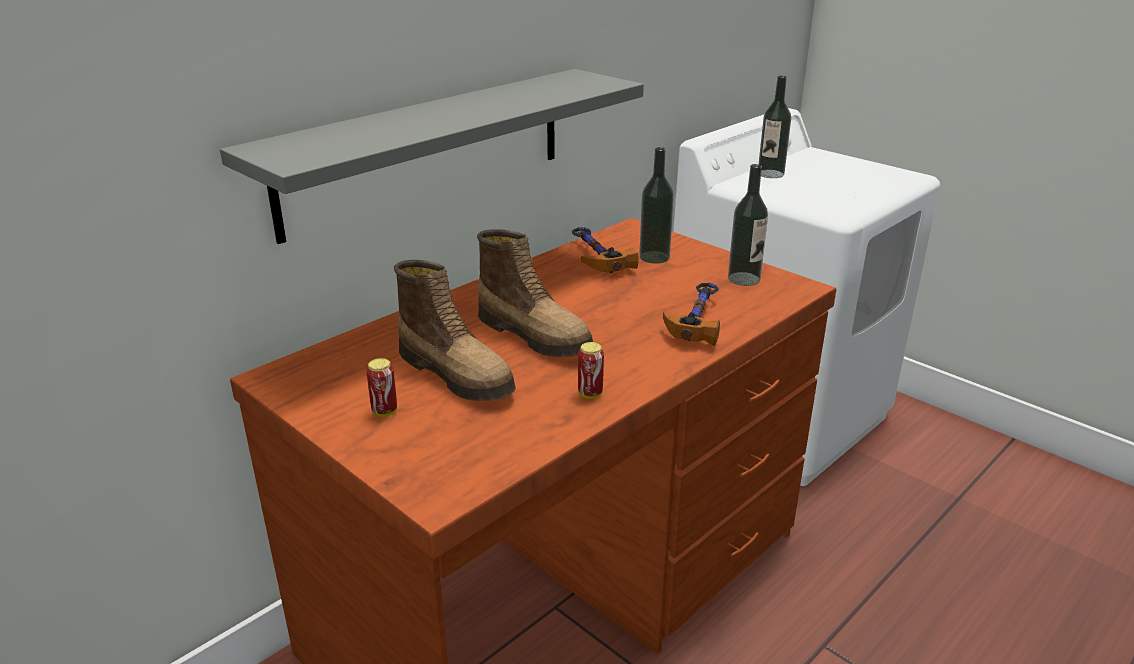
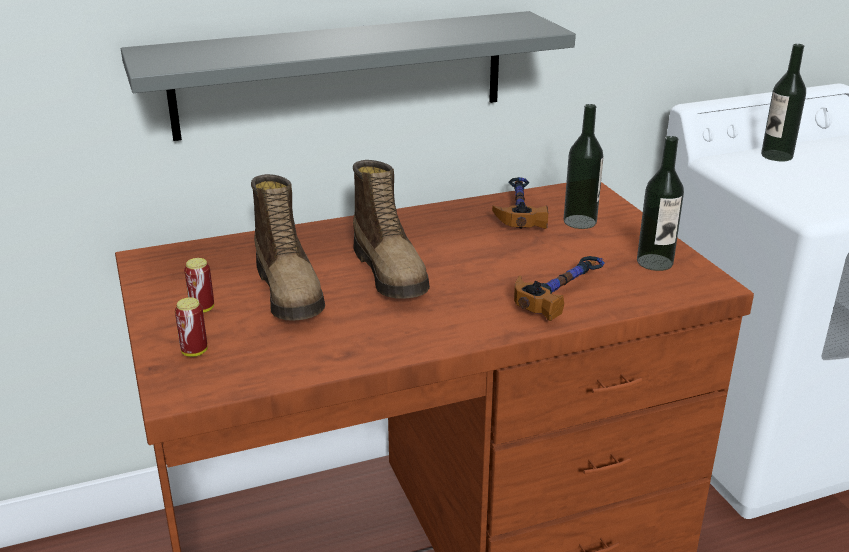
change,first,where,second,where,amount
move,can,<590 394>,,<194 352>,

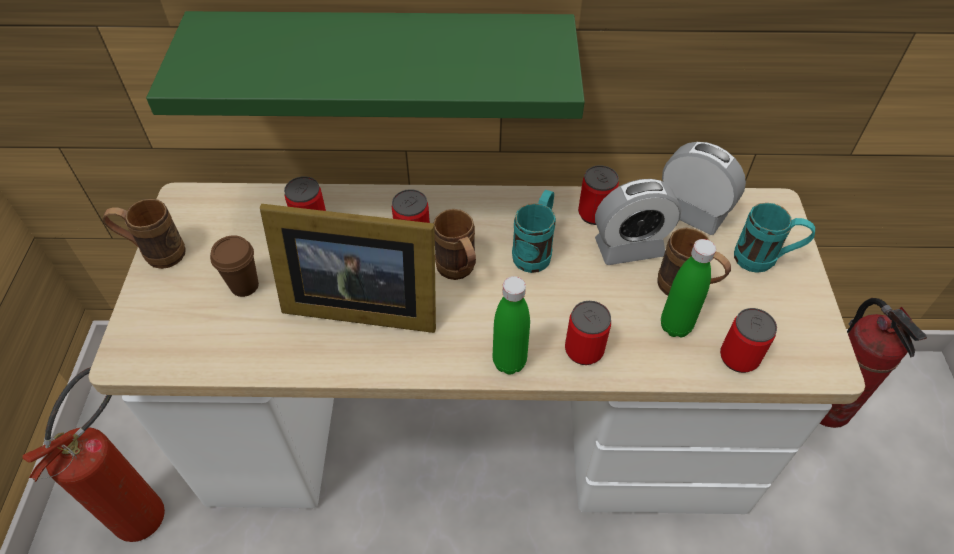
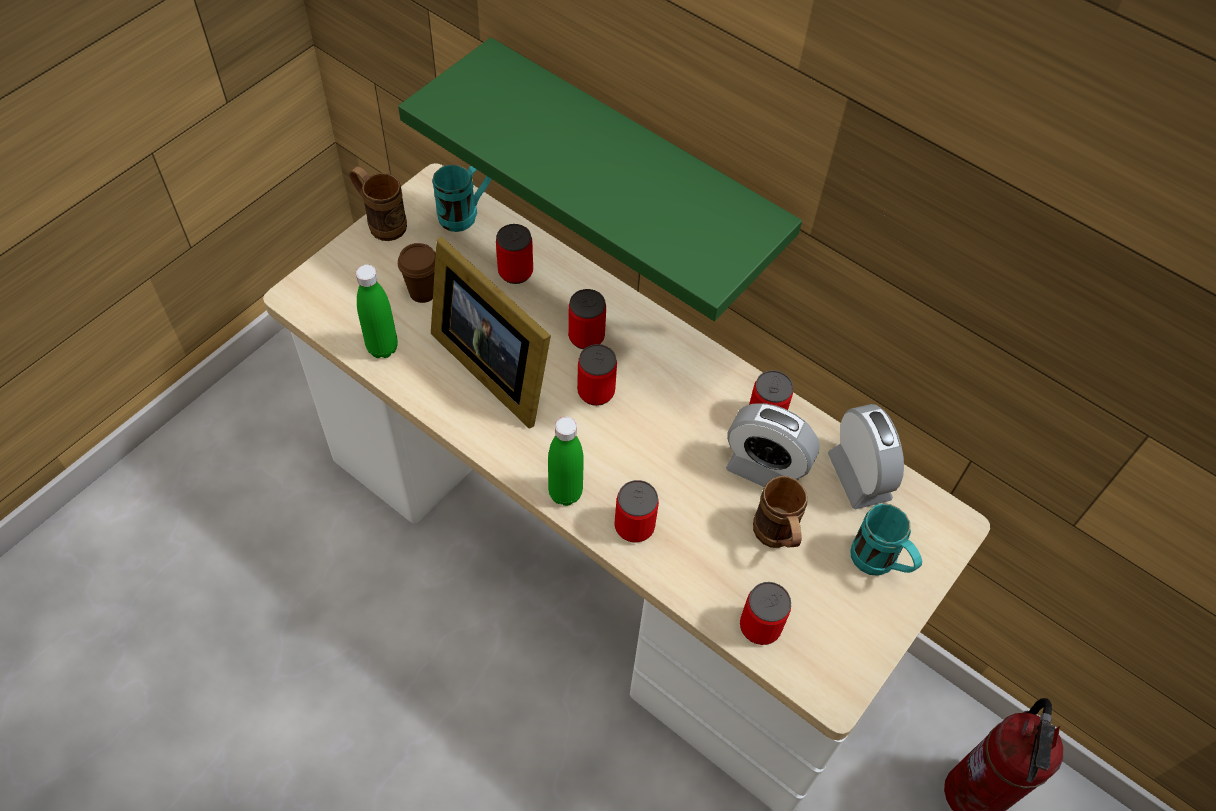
change,first,where,second,where,amount
move,green bottle,<675 326>,,<382 348>,
move,turquoise mug,<535 251>,,<466 215>,
replace,brown mug,<459 272>,can,<596 391>,
delete,fire extinguisher,<149 506>,,,

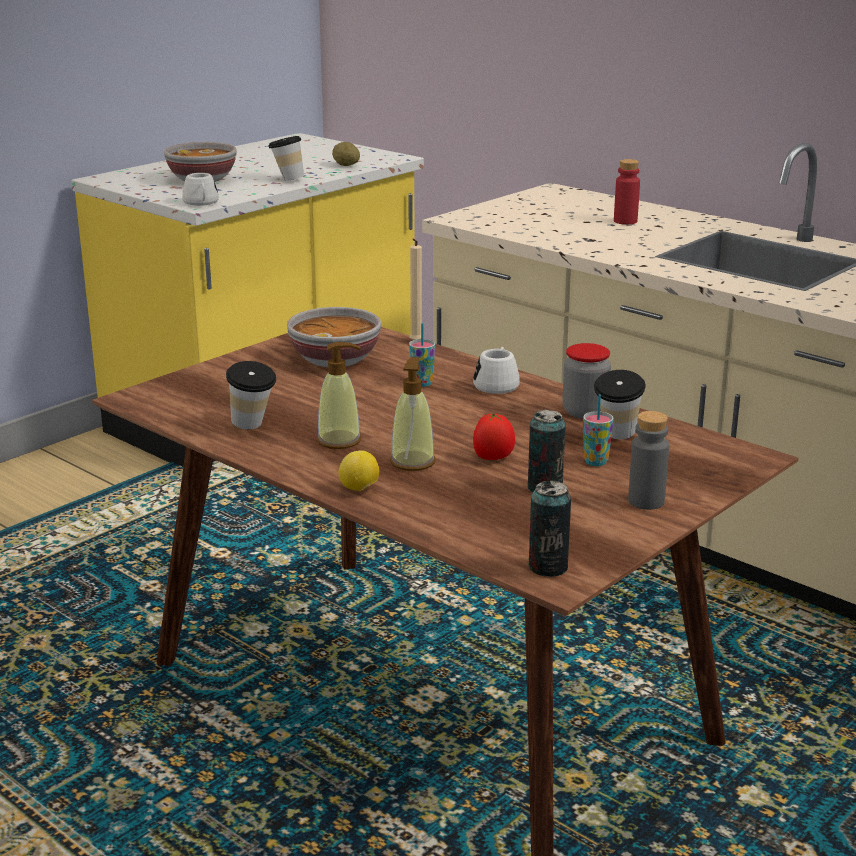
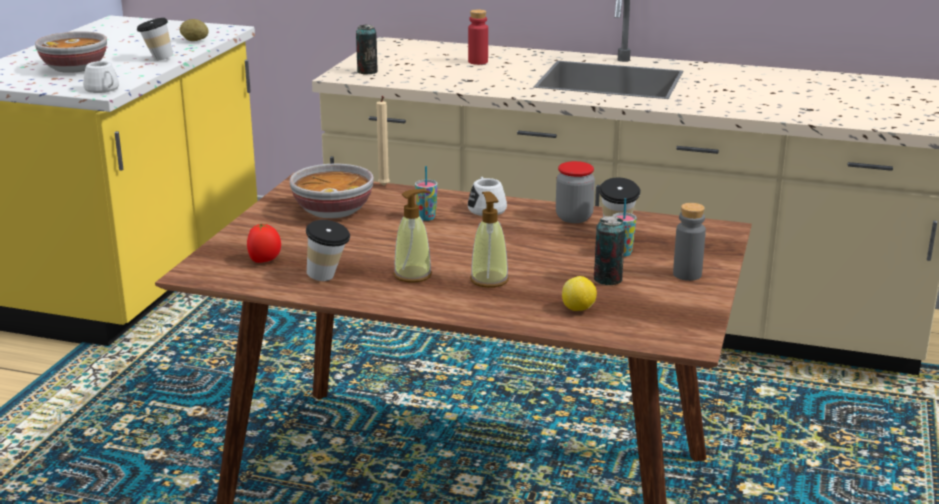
change,first,where,second,where,amount
move,tomato,<493 458>,,<265 261>,
move,can,<548 567>,,<367 72>,
move,lemon,<359 489>,,<578 309>,

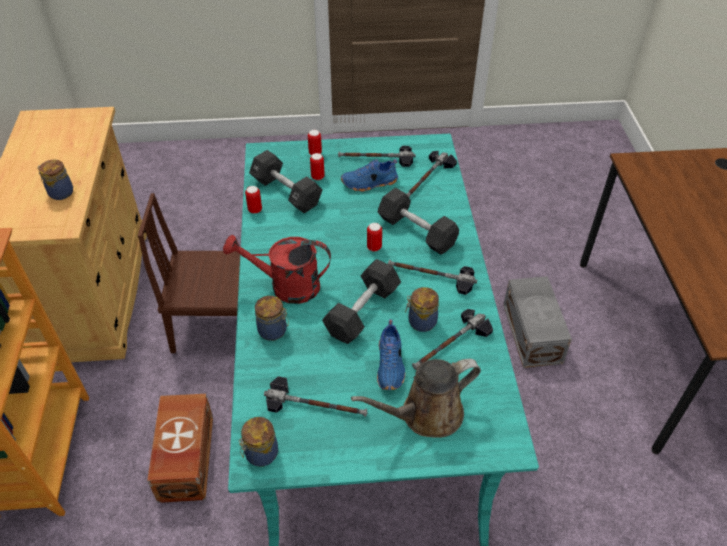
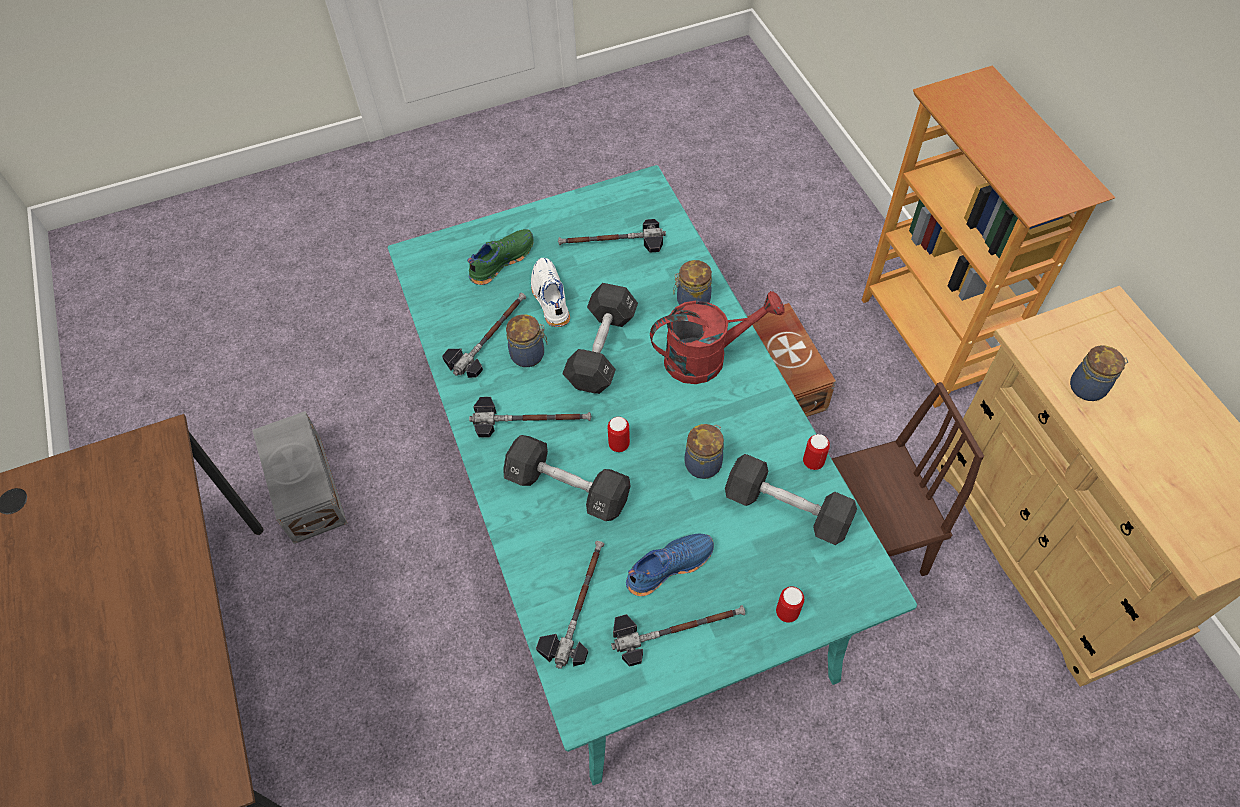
change,first,where,second,where,amount
move,grey storage box,<533 332>,,<306 491>,
replace,brown watering can,<426 414>,green shoe,<501 261>,
recolor,blue shoe,<391 365>,white shoe,<549 298>,
move,jar,<260 454>,,<704 463>,
delete,can,<317 177>,,,

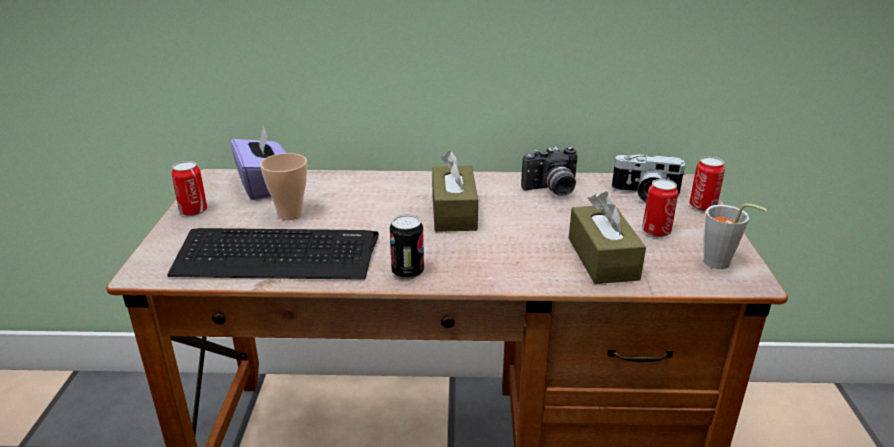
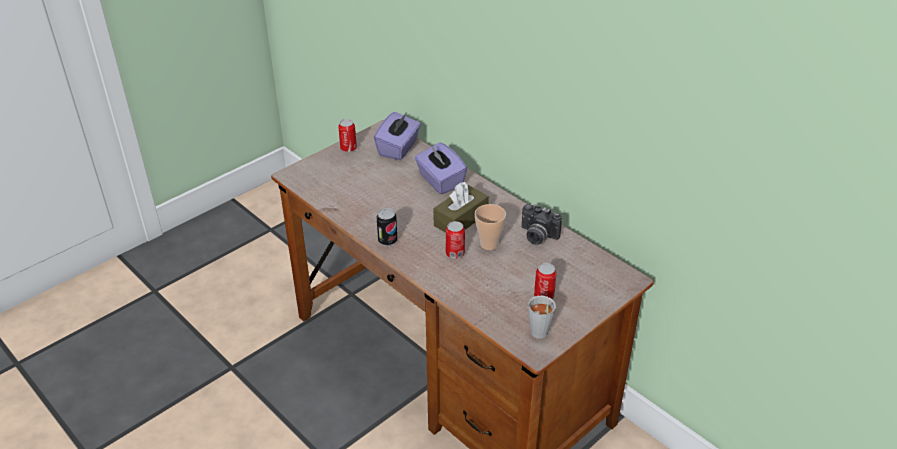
change,first,where,second,where,amount
insert,,,purple tissue box,<440 181>,
move,can,<702 206>,,<455 253>,
move,cup,<290 214>,,<489 244>,
delete,keyboard,<276 255>,,,
delete,brown tissue box,<602 258>,,,
delete,photo camera,<645 194>,,,

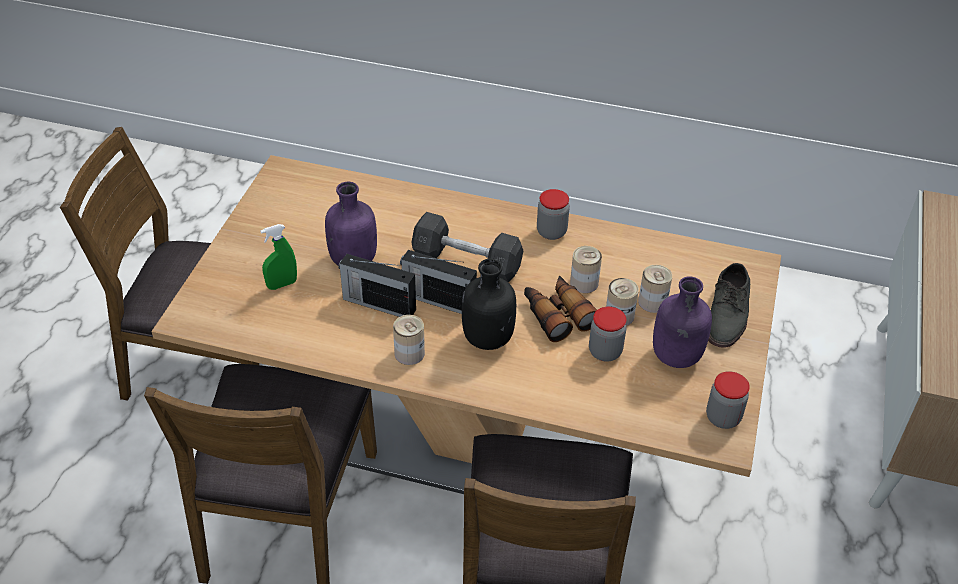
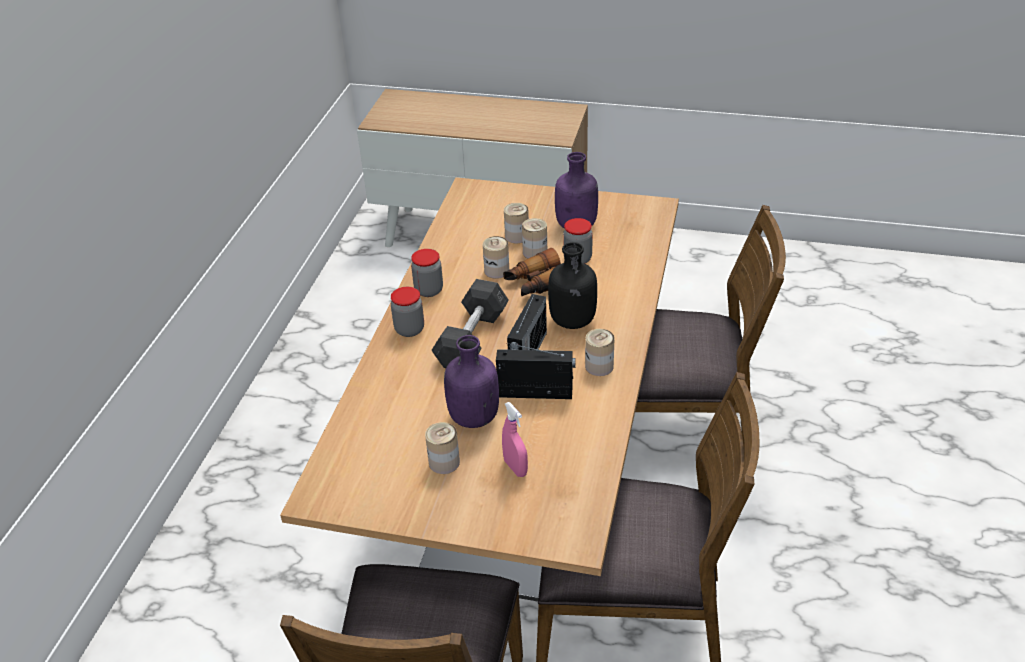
change,first,where,second,where,amount
move,jar,<723 418>,,<409 329>,
insert,,,can,<444 462>,
rotate,radio,<378 304>,,<536 393>,105 degrees counterclockwise
recolor,green spray bottle,<282 284>,pink spray bottle,<515 468>,
delete,grey shoe,<728 314>,,,

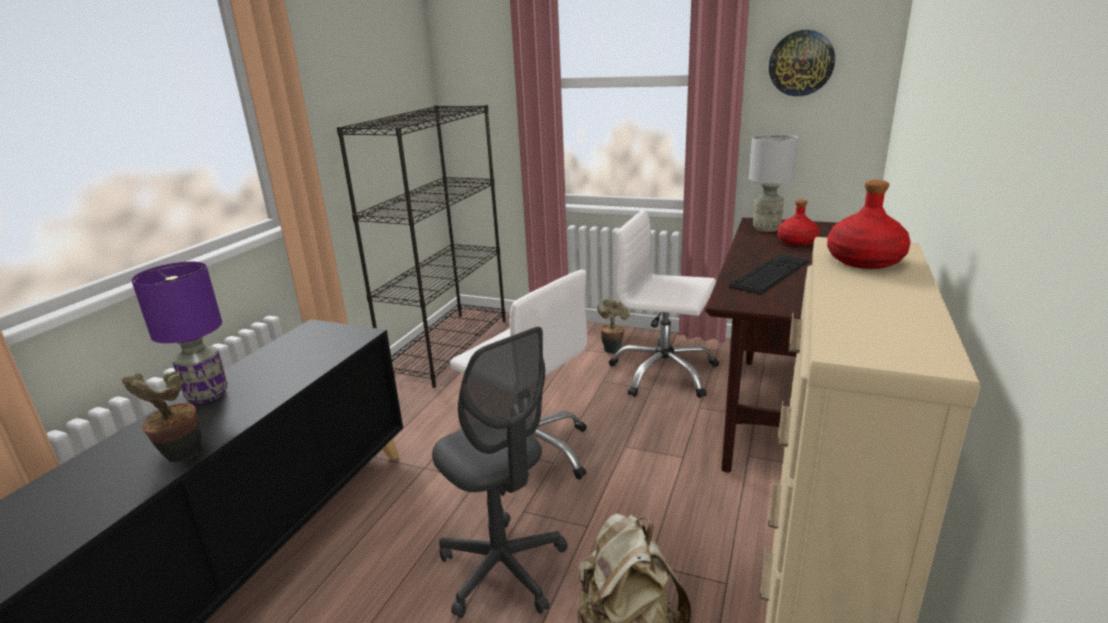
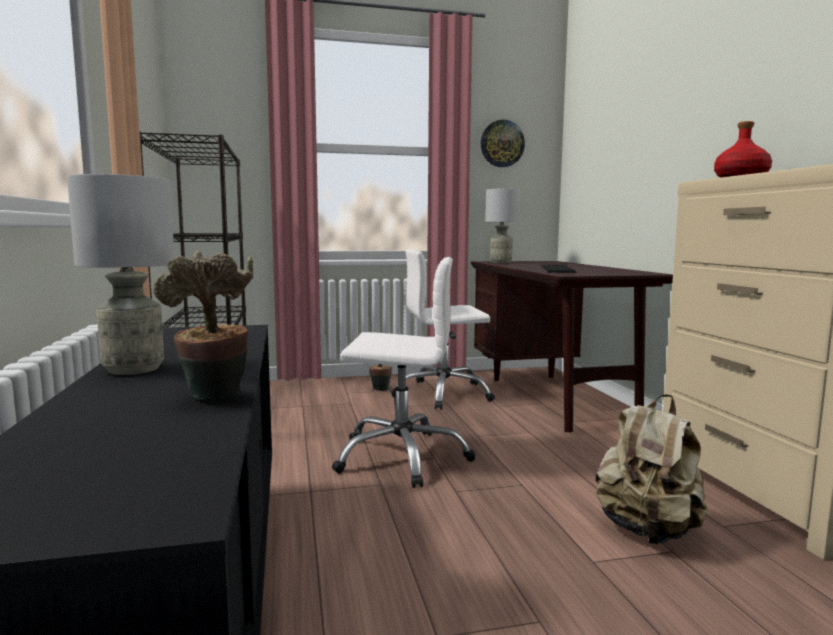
change,first,where,second,where,amount
recolor,purple table lamp,<207 395>,grey table lamp,<133 369>,
delete,grey office chair,<503 569>,,,
delete,red bottle,<797 242>,,,

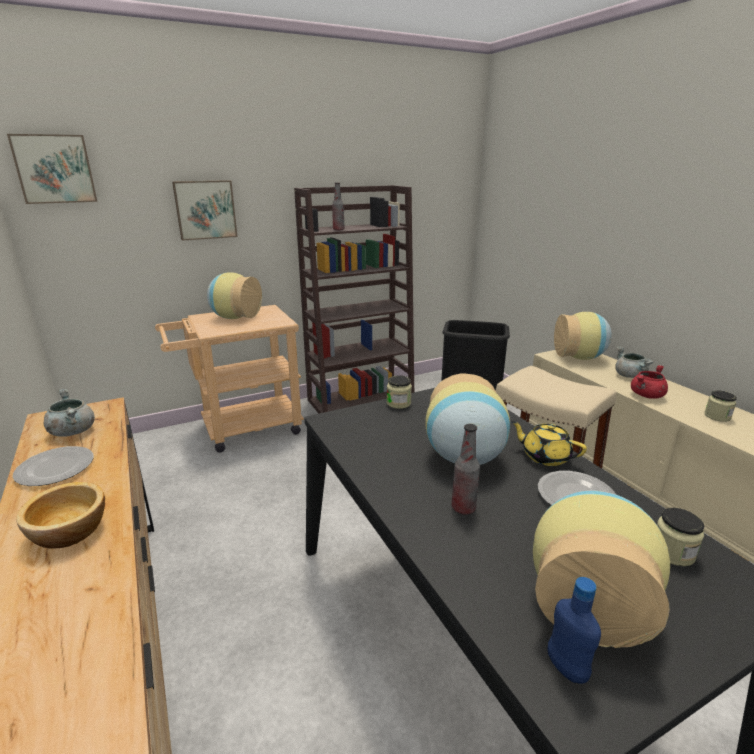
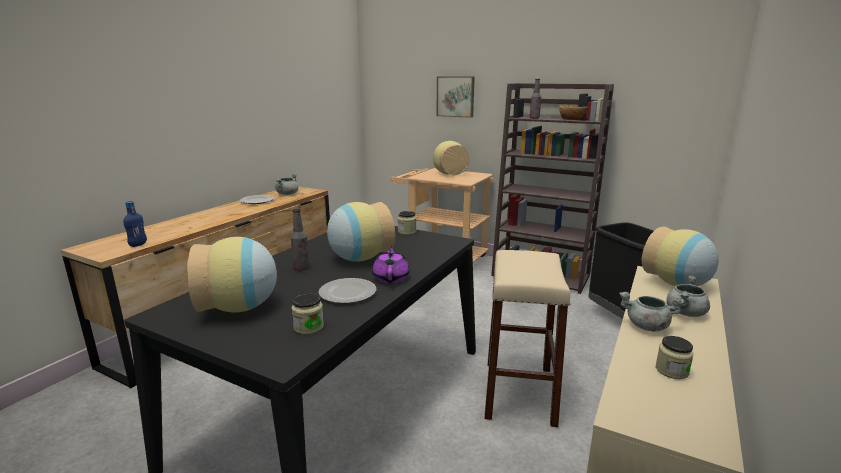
change,first,where,second,where,amount
move,blue bottle,<566 668>,,<138 245>,
recolor,yellow teapot,<545 456>,purple teapot,<391 278>,
move,bowl,<71 531>,,<573 119>,
recolor,red cooking pot,<646 396>,grey cooking pot,<646 326>,
delete,picture,<55 169>,,,

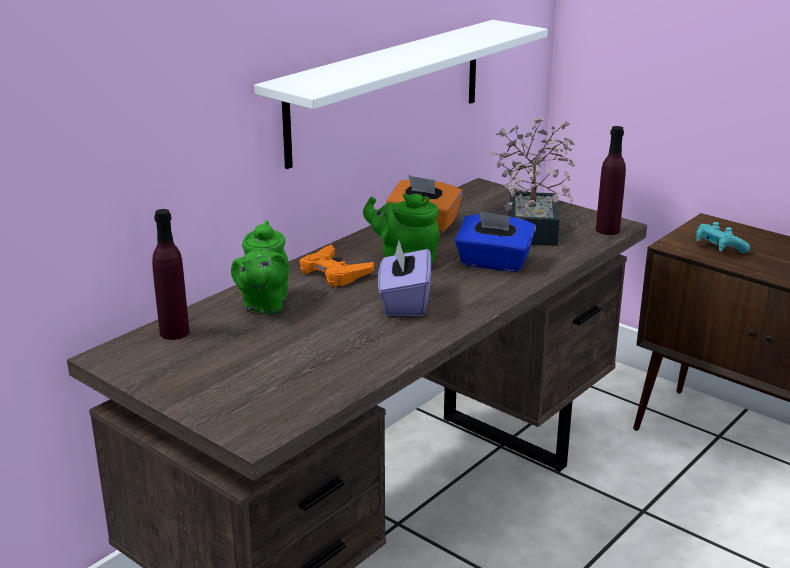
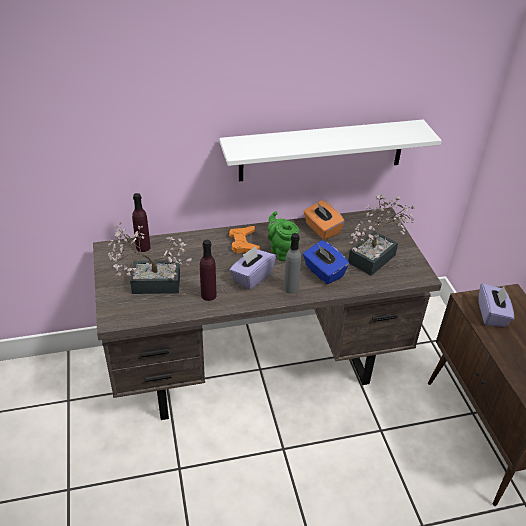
change,first,where,second,where,amount
insert,,,potted plant,<150 283>,
move,purple bottle,<607 230>,,<208 295>,
insert,,,grey bottle,<291 288>,
replace,turquoise game controller,<719 248>,purple tissue box,<492 314>,
delete,green teapot,<264 305>,,,

